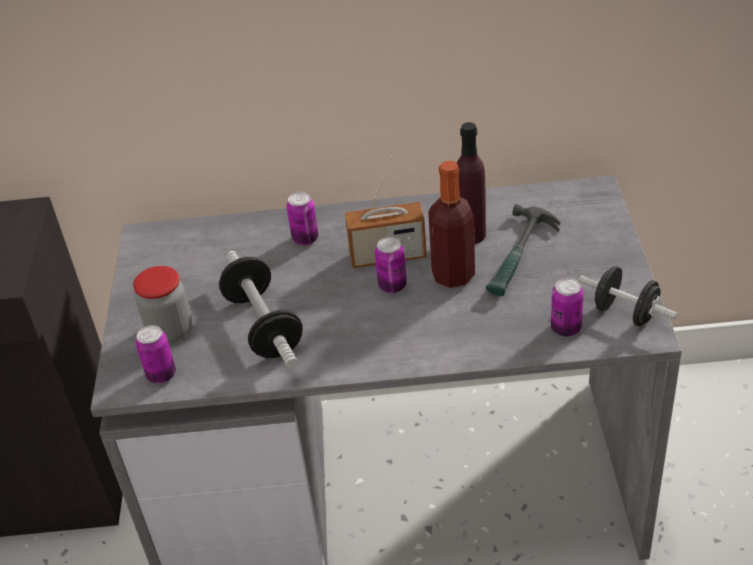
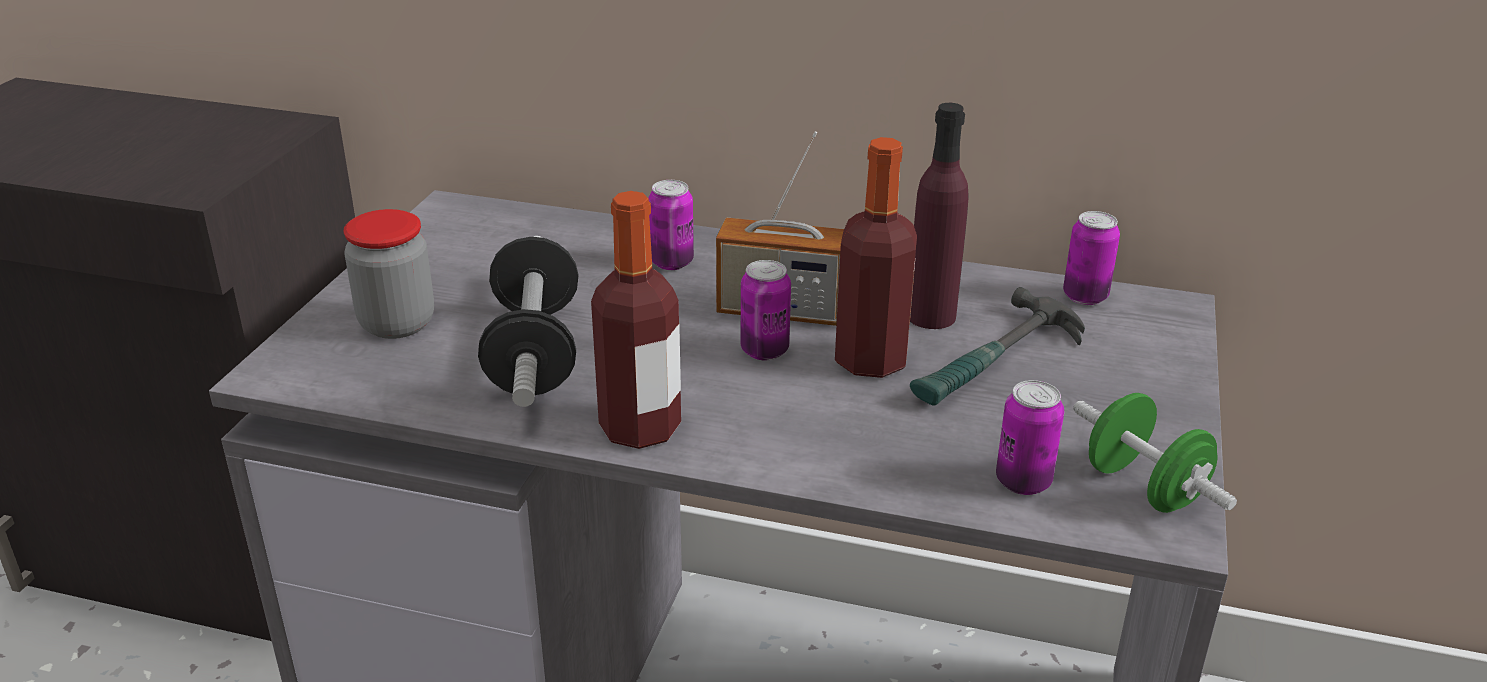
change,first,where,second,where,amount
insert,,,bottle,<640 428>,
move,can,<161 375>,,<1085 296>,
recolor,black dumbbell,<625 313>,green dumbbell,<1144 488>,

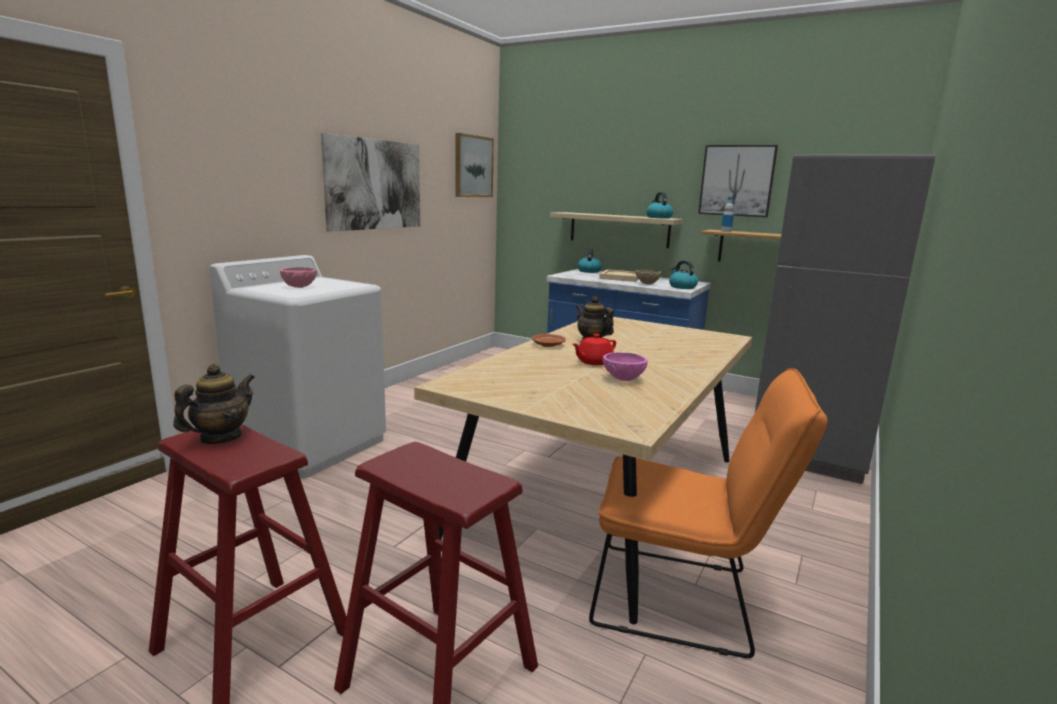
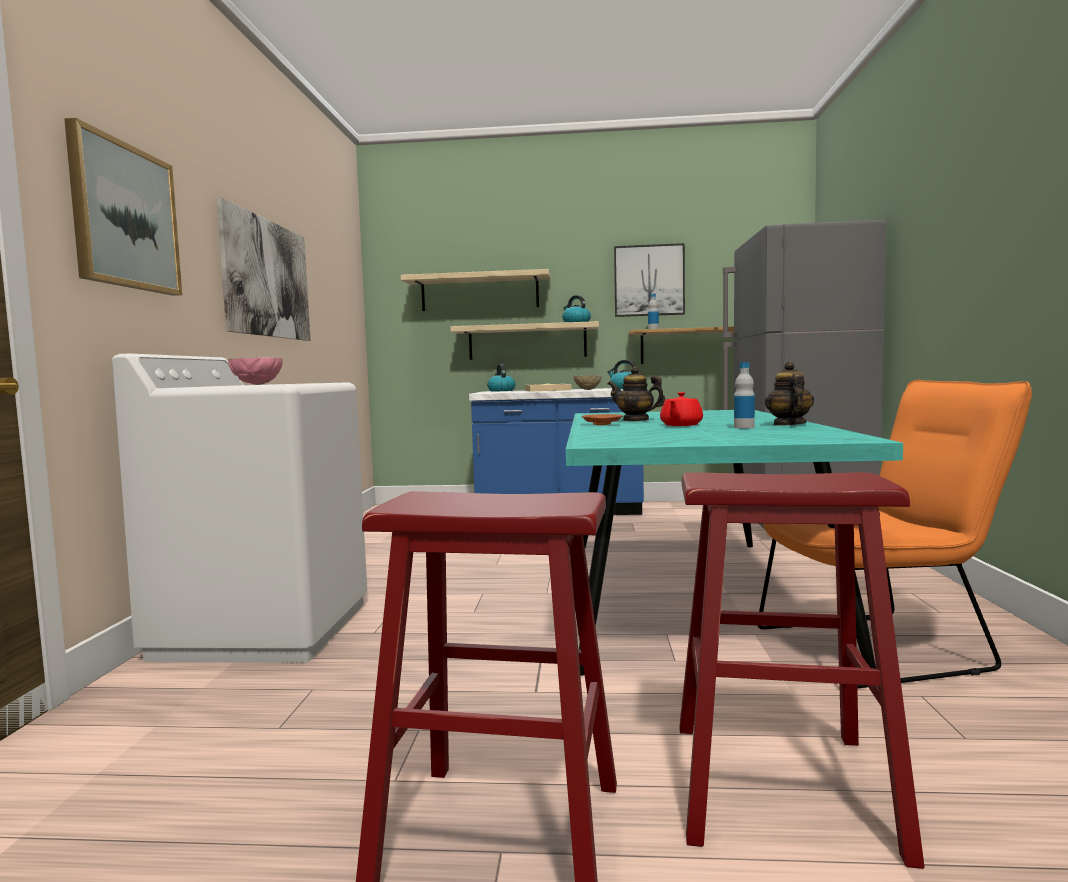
change,first,where,second,where,amount
move,picture,<473 166>,,<124 217>,
insert,,,shelf,<479 292>,
recolor,beige dining table,<603 497>,turquoise dining table,<688 594>,
replace,pink bowl,<623 380>,bottle,<744 427>,
move,teapot,<220 438>,,<788 424>,

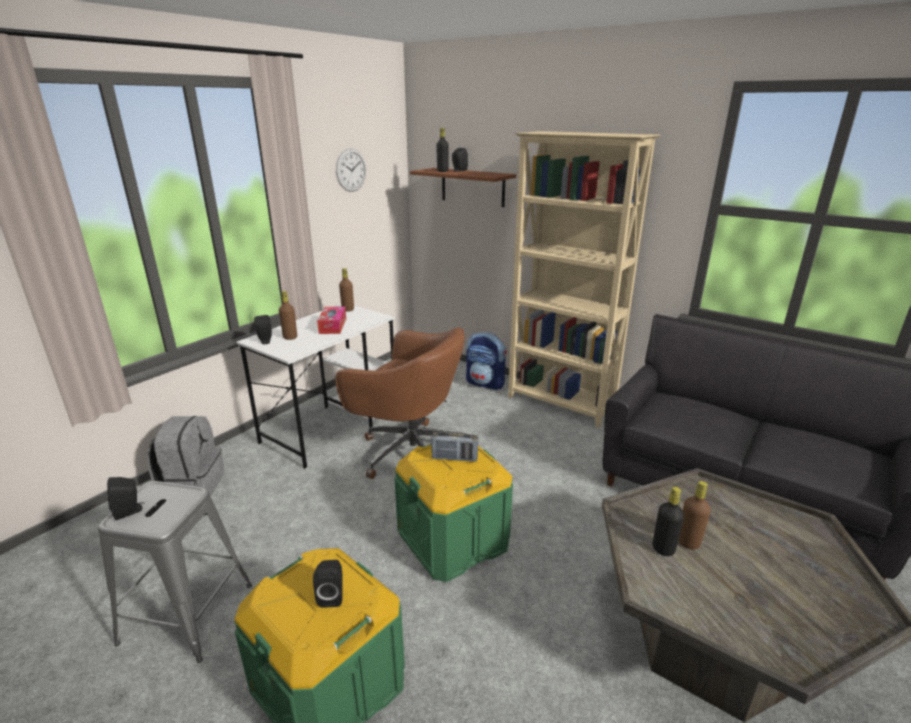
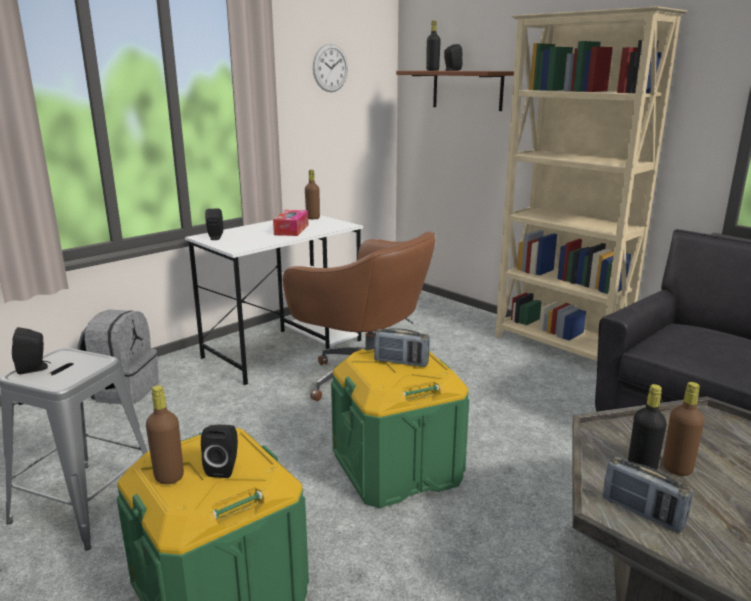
change,first,where,second,where,amount
move,brown bottle,<290 337>,,<169 476>,
insert,,,radio,<642 512>,
delete,backpack,<486 383>,,,

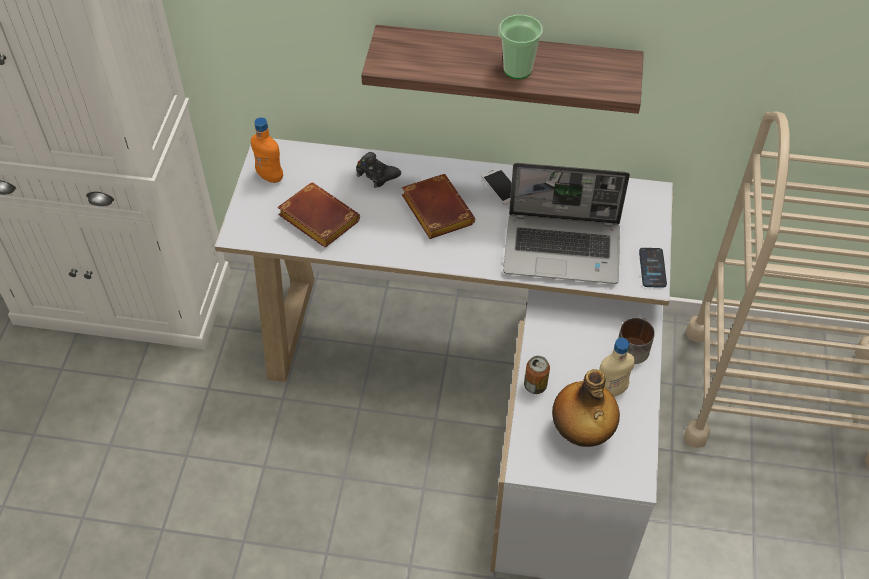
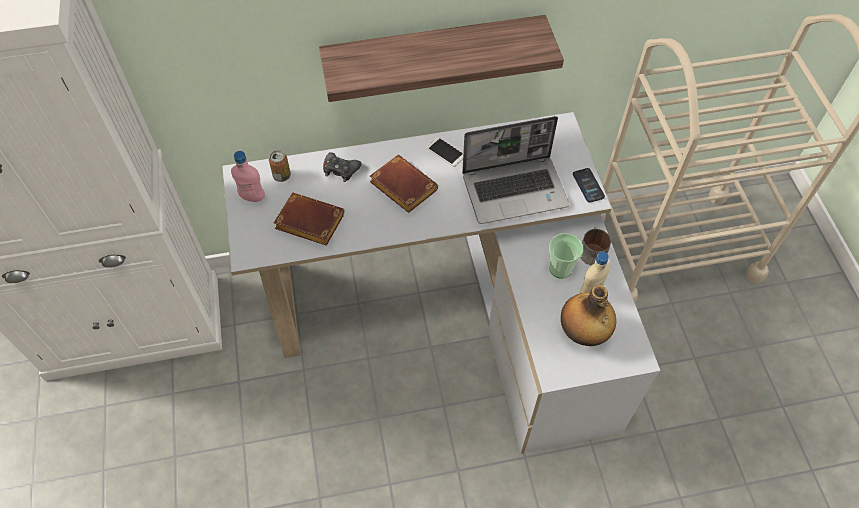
change,first,where,second,where,amount
recolor,orange bottle,<270 176>,pink bottle,<252 197>,
move,can,<535 385>,,<282 176>,
move,cup,<517 69>,,<560 269>,

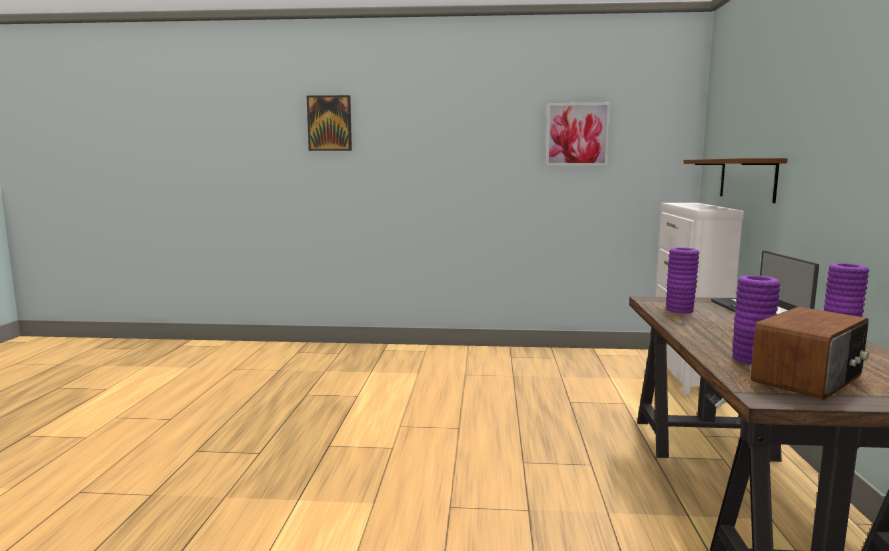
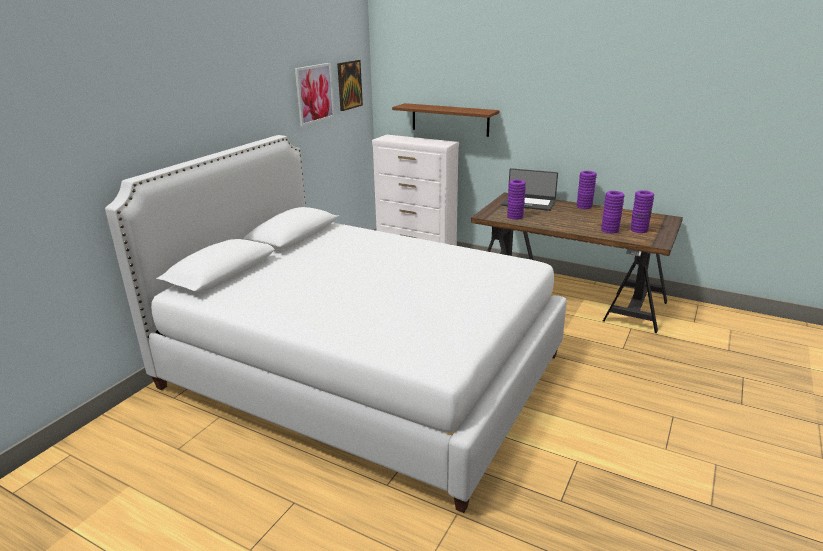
change,first,where,second,where,amount
insert,,,white bed,<362 371>,
move,picture,<329 123>,,<349 85>,
replace,radio,<809 379>,purple vase,<639 230>,

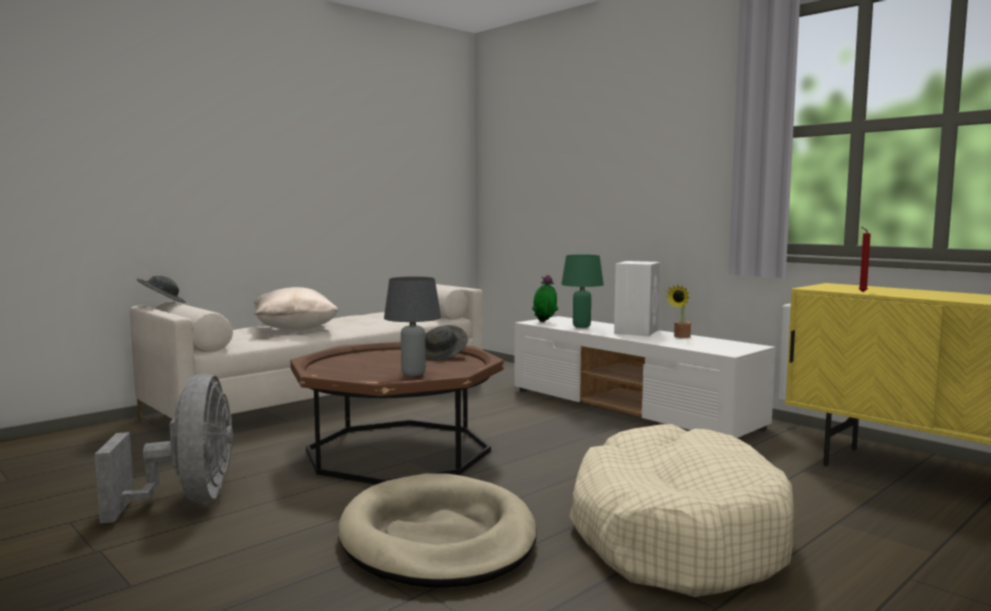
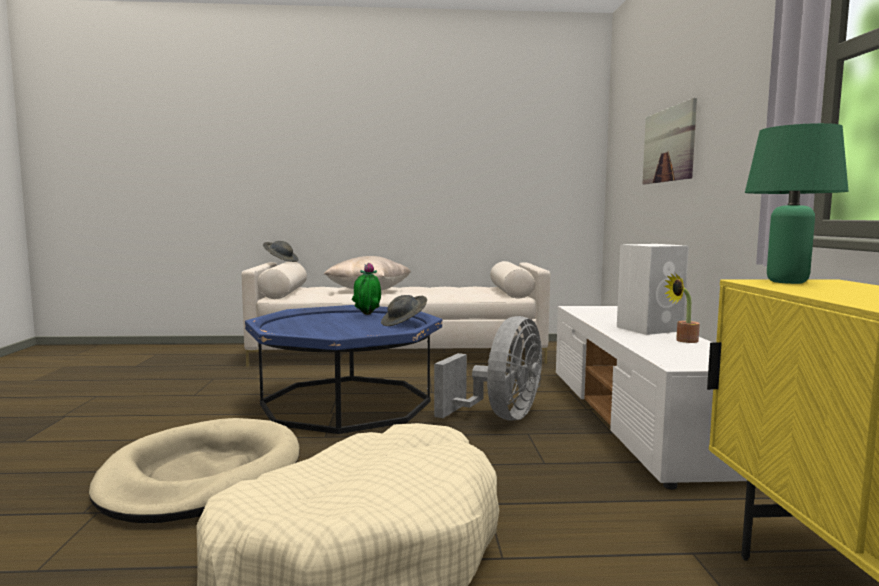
change,first,where,second,where,amount
recolor,brown coffee table,<398 451>,blue coffee table,<346 403>,
move,potted plant,<544 322>,,<367 315>,
move,grey fan,<188 500>,,<500 417>,
insert,,,picture,<668 145>,
move,green table lamp,<582 326>,,<788 282>,
delete,grey table lamp,<413 374>,,,
delete,red candle,<861 292>,,,

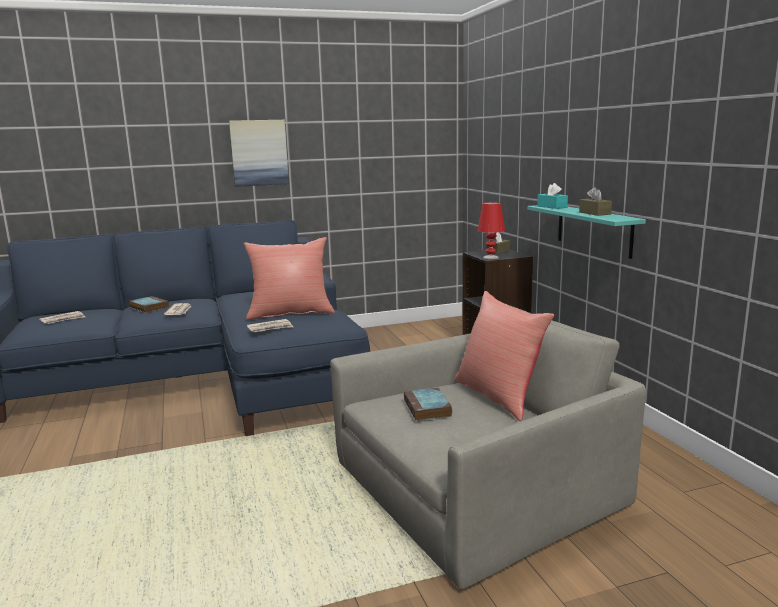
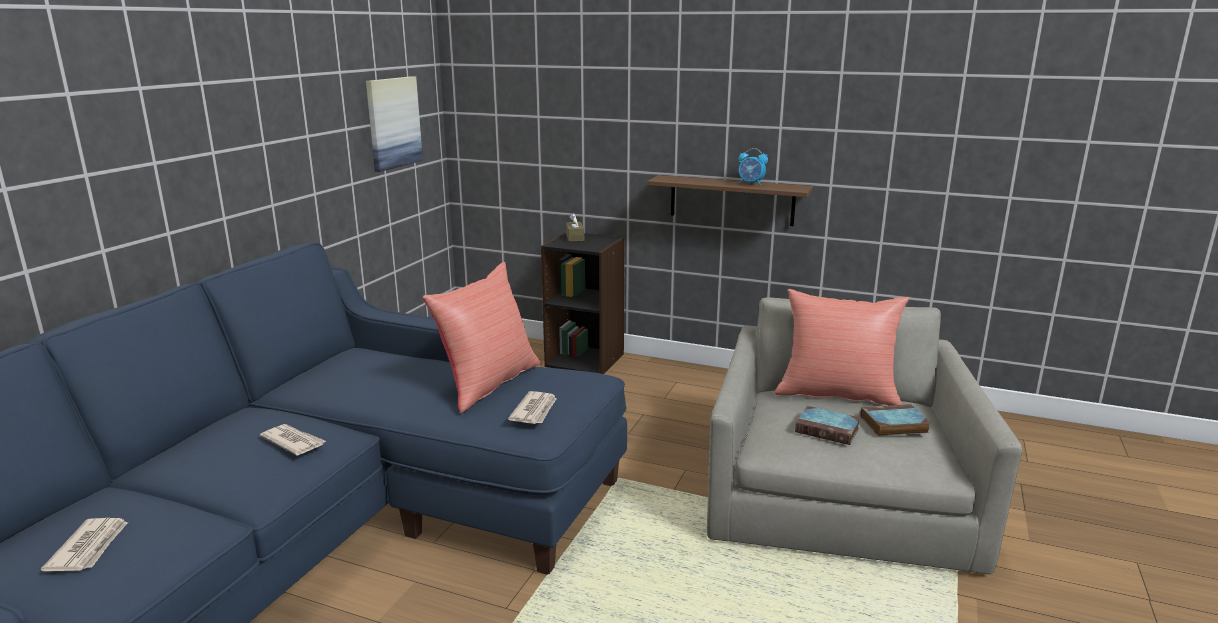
change,first,where,second,where,amount
move,picture,<259 153>,,<393 122>,
recolor,turquoise shelf,<593 229>,brown shelf,<731 200>,
replace,brown tissue box,<594 213>,alarm clock,<751 184>,
move,book,<148 307>,,<893 425>,
delete,red table lamp,<490 257>,,,
delete,turquoise tissue box,<552 207>,,,

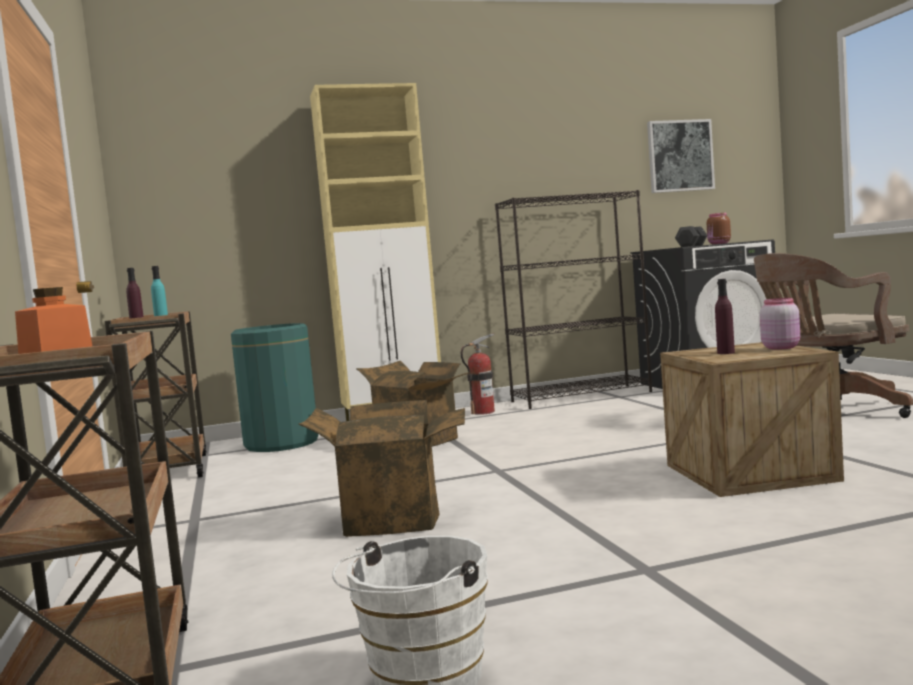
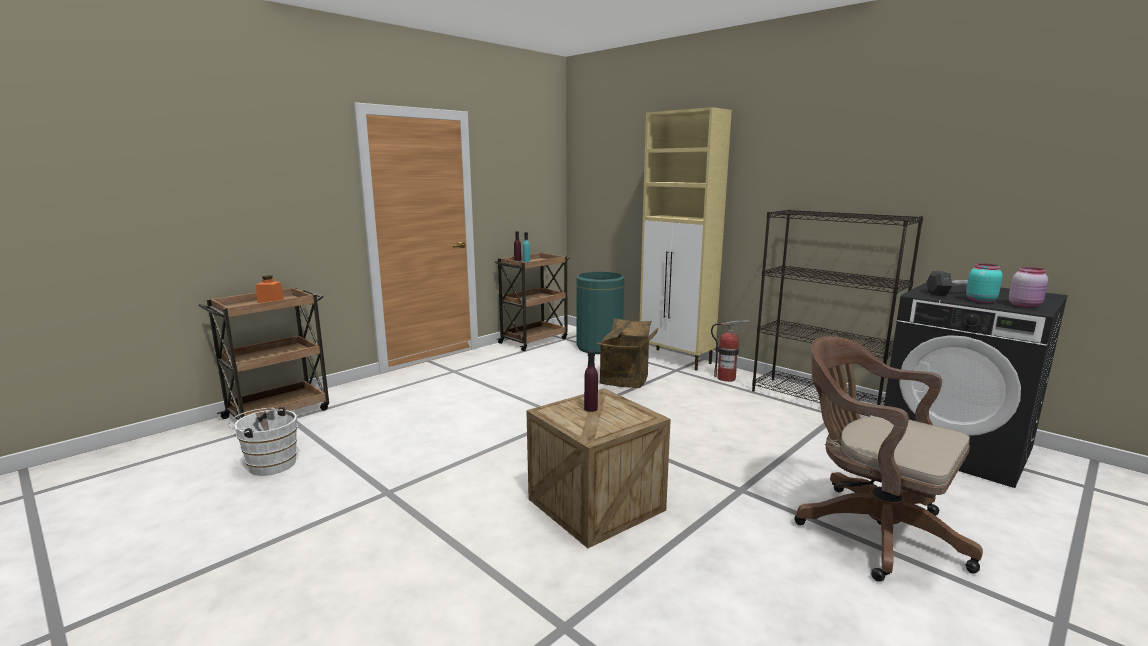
change,first,where,second,where,amount
recolor,brown jar,<719 243>,turquoise jar,<979 301>,
move,pink jar,<781 347>,,<1025 306>,
delete,cardboard box,<395 517>,,,
delete,picture,<680 156>,,,

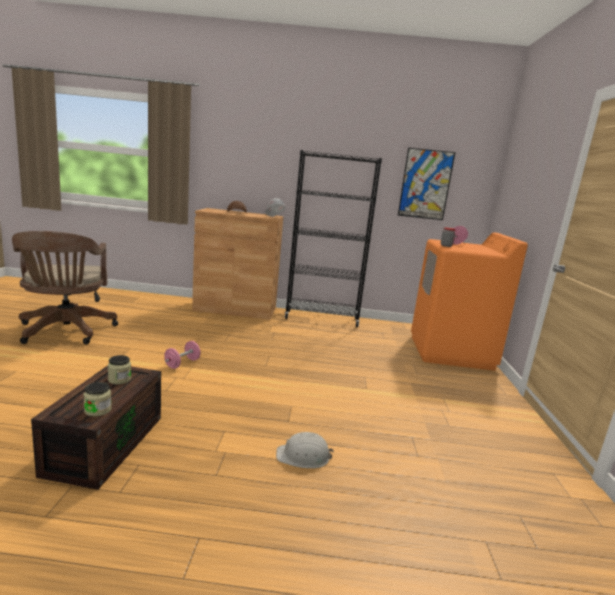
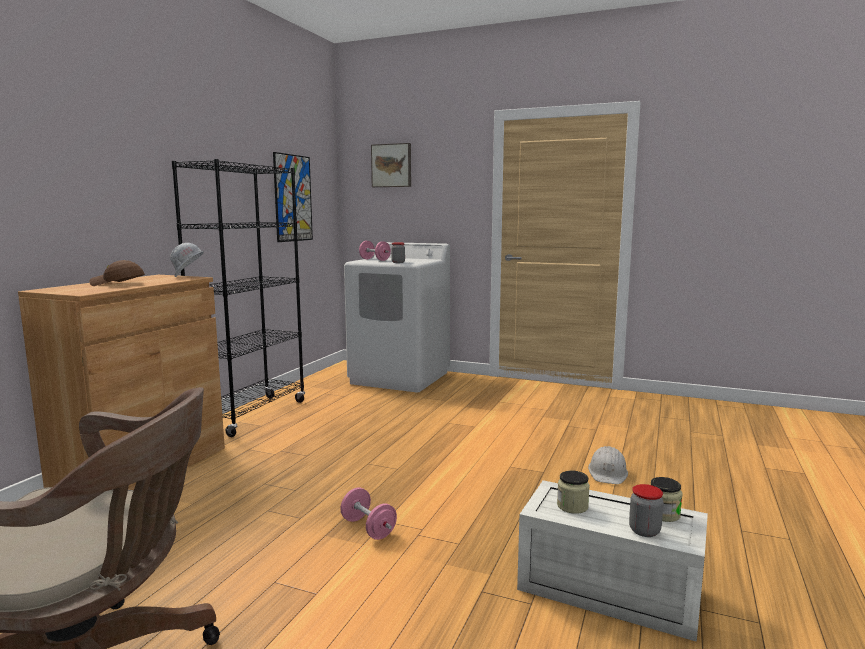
change,first,where,second,where,amount
recolor,orange washing machine,<451 352>,white washing machine,<400 378>,
insert,,,picture,<392 165>,
recolor,brown storage box,<105 443>,white storage box,<605 590>,
insert,,,jar,<644 531>,

